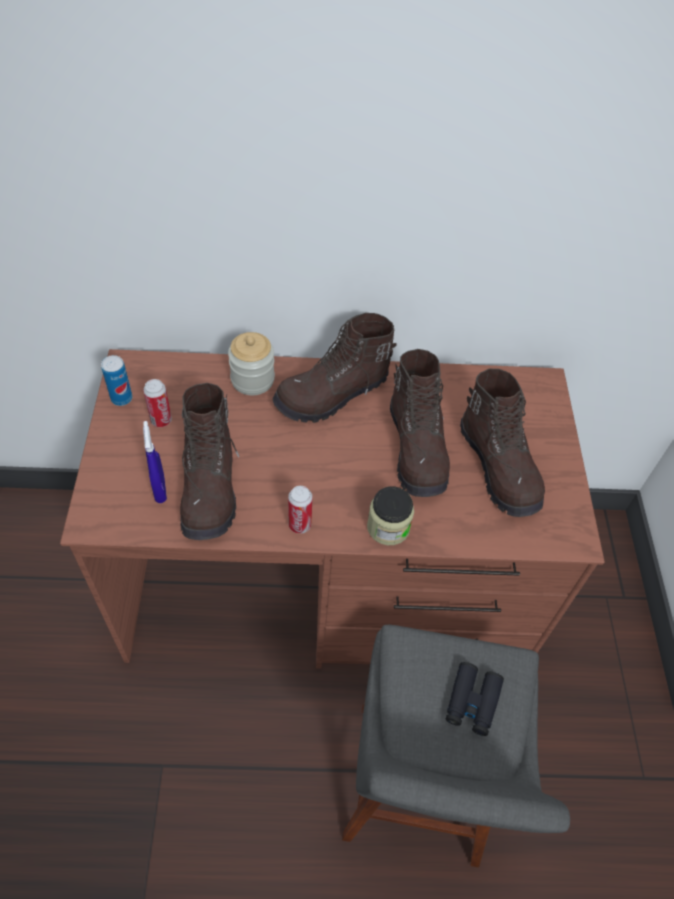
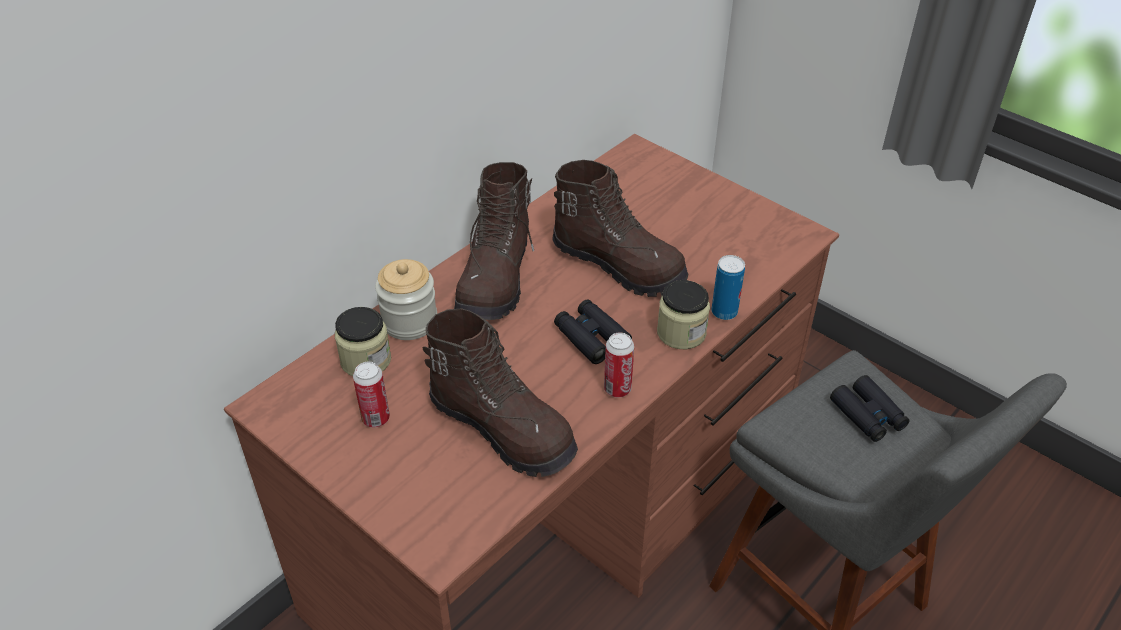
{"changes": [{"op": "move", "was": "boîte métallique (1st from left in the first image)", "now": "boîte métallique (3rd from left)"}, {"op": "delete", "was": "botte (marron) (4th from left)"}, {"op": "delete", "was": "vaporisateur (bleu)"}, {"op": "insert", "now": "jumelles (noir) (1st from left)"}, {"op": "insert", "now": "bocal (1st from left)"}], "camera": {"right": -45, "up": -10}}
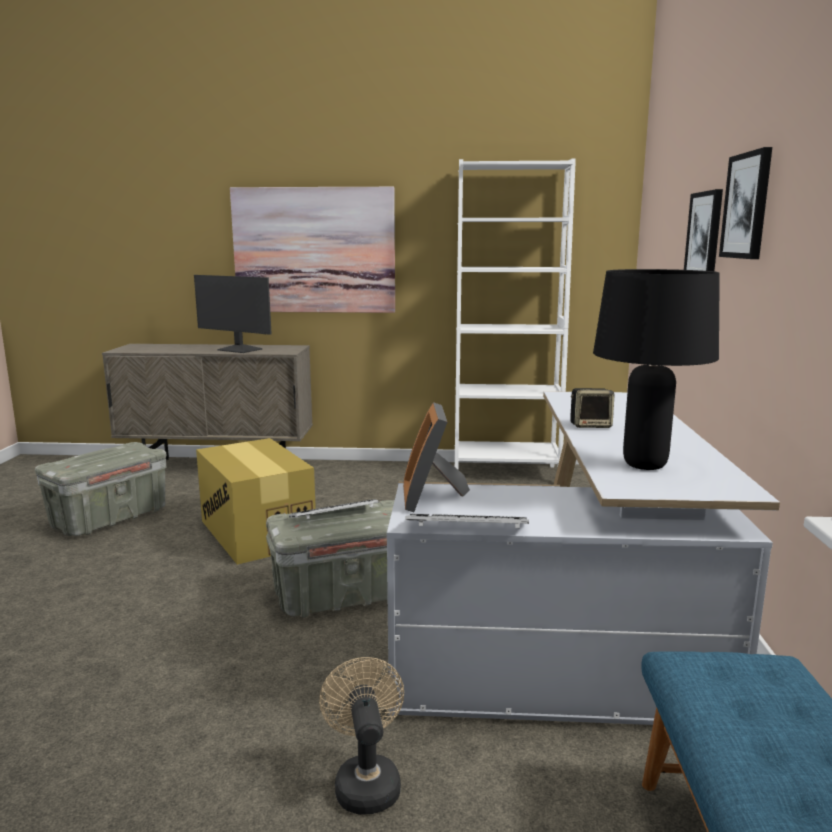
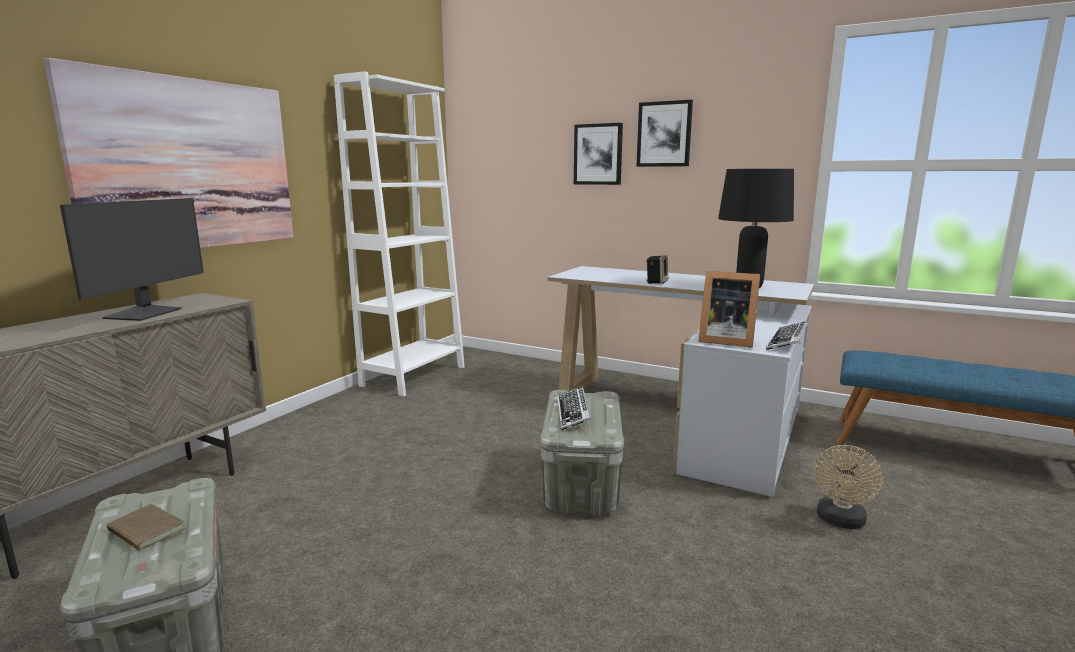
{"changes": [{"op": "rotate", "was": "écran d'ordinateur", "clockwise": -45}, {"op": "delete", "was": "carton"}, {"op": "rotate", "was": "ventilateur (beige)", "clockwise": -75}, {"op": "insert", "now": "livre (marron)"}], "camera": {"right": -65, "up": 0}}
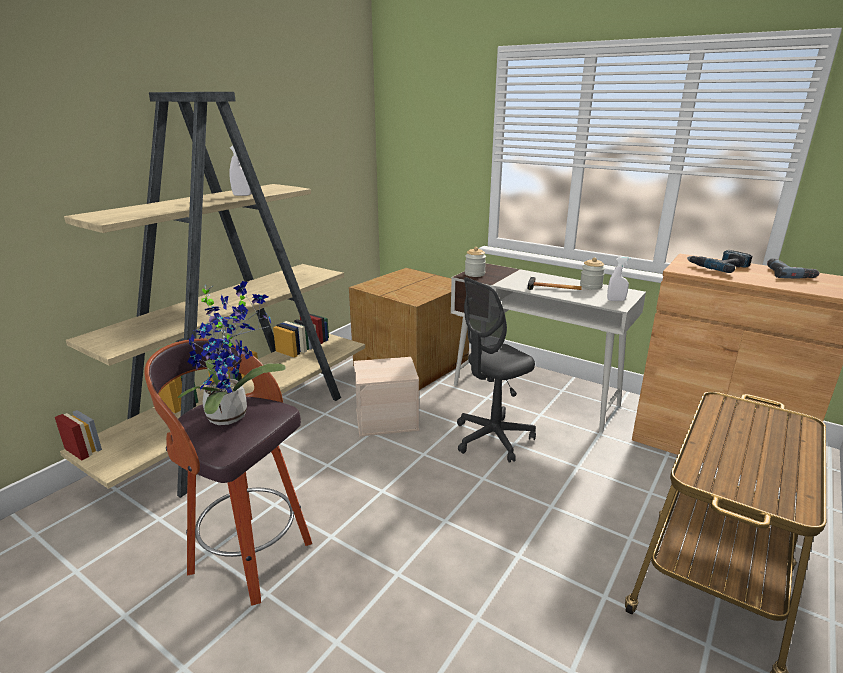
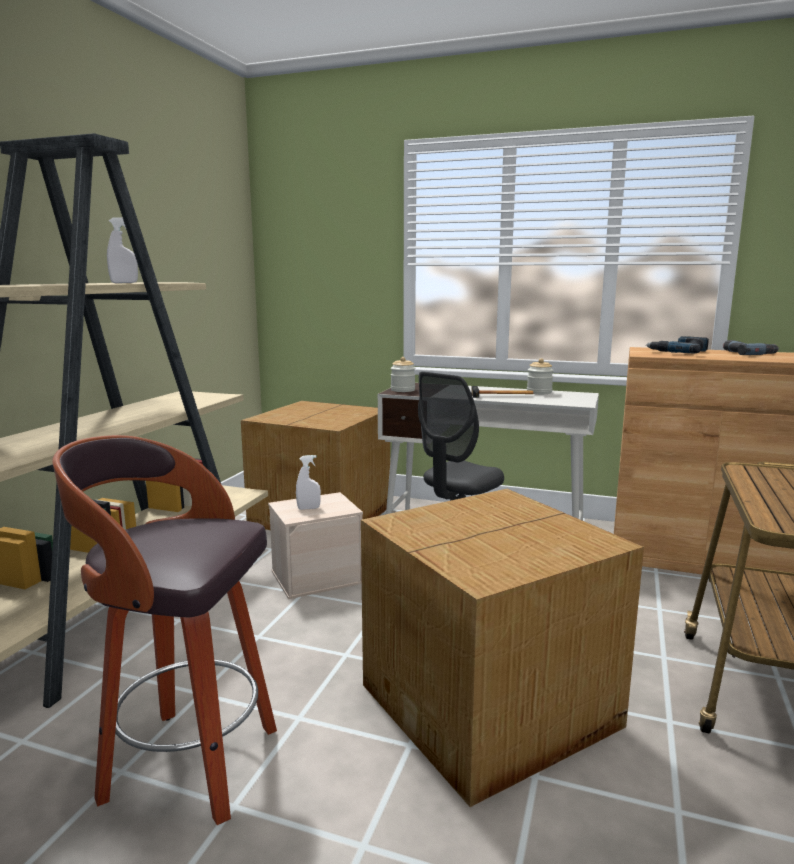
{"changes": [{"op": "move", "was": "vaporisateur (blanc) (2nd from left)"}, {"op": "delete", "was": "plante en pot"}, {"op": "insert", "now": "carton (2nd from left)"}], "camera": {"right": -15, "up": -10}}
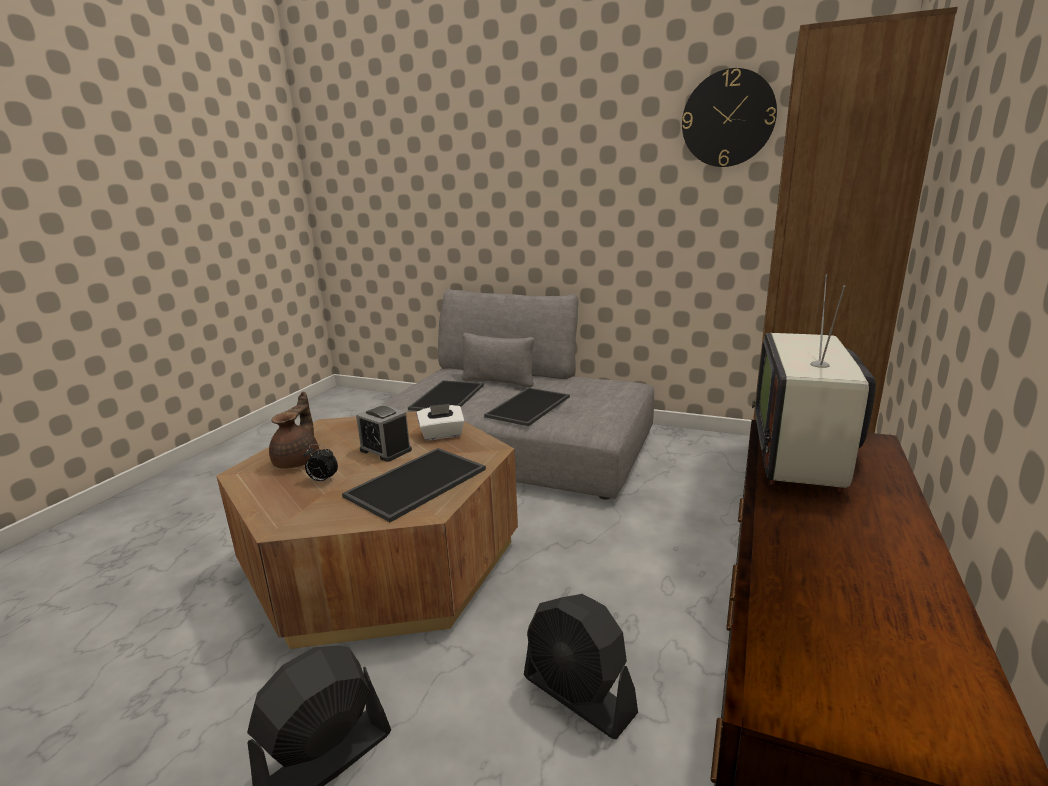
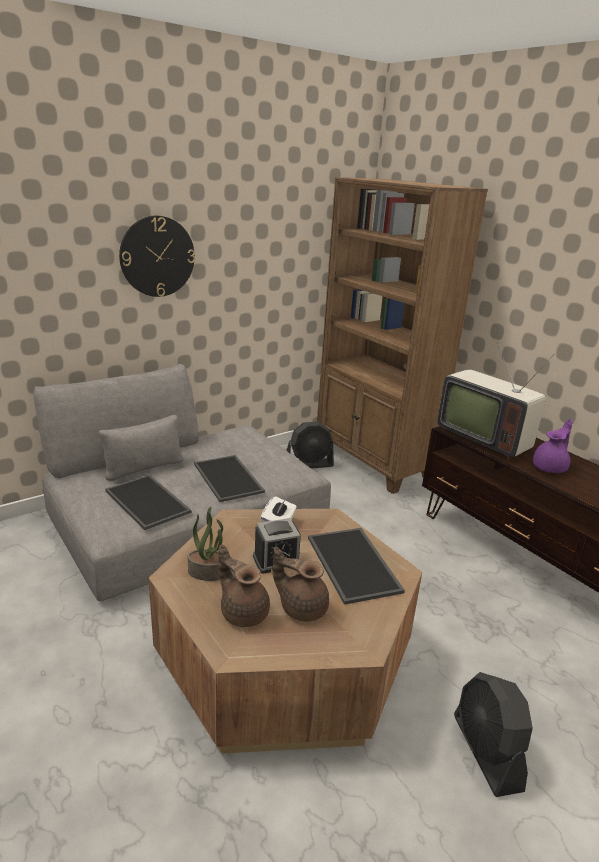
{"changes": [{"op": "move", "was": "horloge murale"}, {"op": "replace", "was": "réveil (1st from left)", "now": "théière (marron) (2nd from left)"}, {"op": "move", "was": "ventilateur (noir) (2nd from left in the first image)", "now": "ventilateur (noir) (1st from left)"}, {"op": "insert", "now": "théière (violet)"}, {"op": "insert", "now": "plante en pot"}], "camera": {"right": -60, "up": 5}}
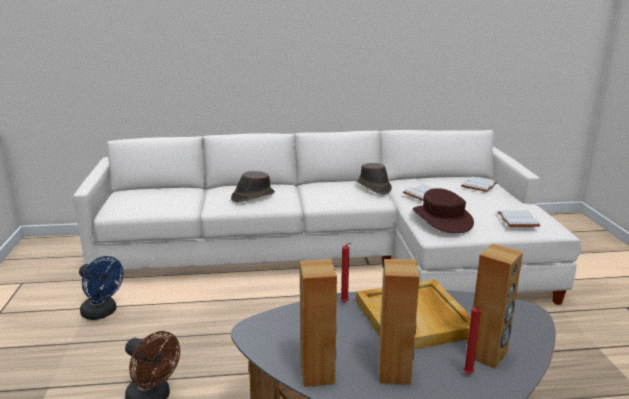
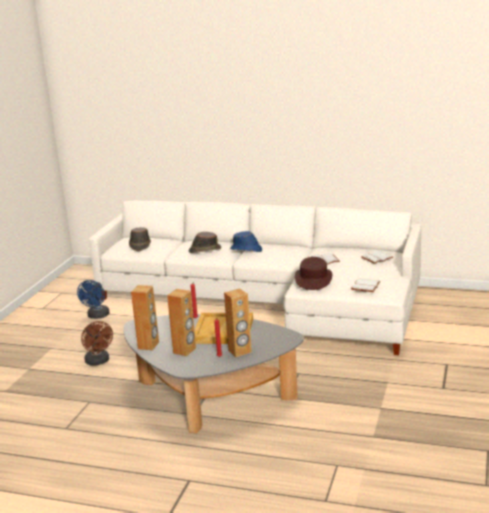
{"changes": [{"op": "move", "was": "chapeau (marron) (2nd from left in the first image)", "now": "chapeau (marron) (1st from left)"}, {"op": "rotate", "was": "ventilateur (bleu)", "clockwise": 45}, {"op": "insert", "now": "chapeau (bleu)"}], "camera": {"right": 25, "up": 0}}
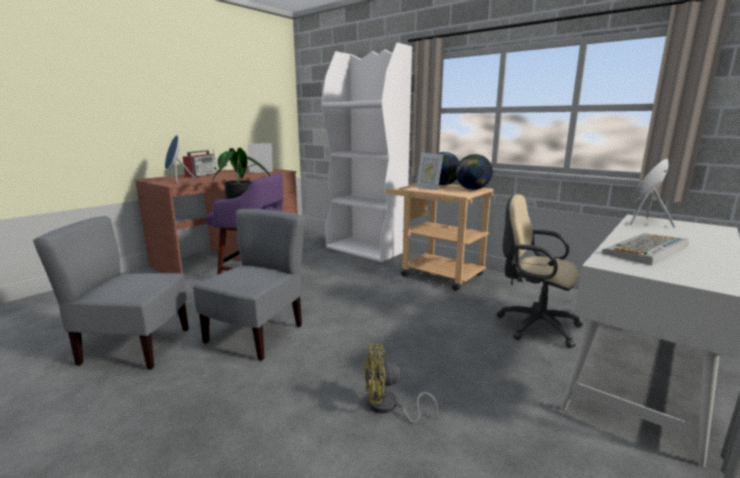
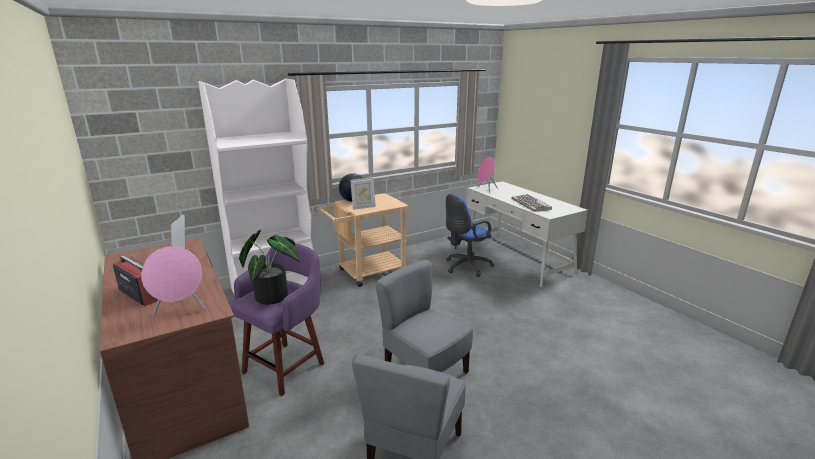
{"changes": [{"op": "recolor", "was": "enceinte (bleu)", "now": "enceinte (rose) (1st from left)"}, {"op": "delete", "was": "globe (2nd from left)"}, {"op": "recolor", "was": "chaise de bureau (beige)", "now": "chaise de bureau (bleu)"}, {"op": "delete", "was": "ventilateur (jaune)"}], "camera": {"right": -70, "up": 5}}
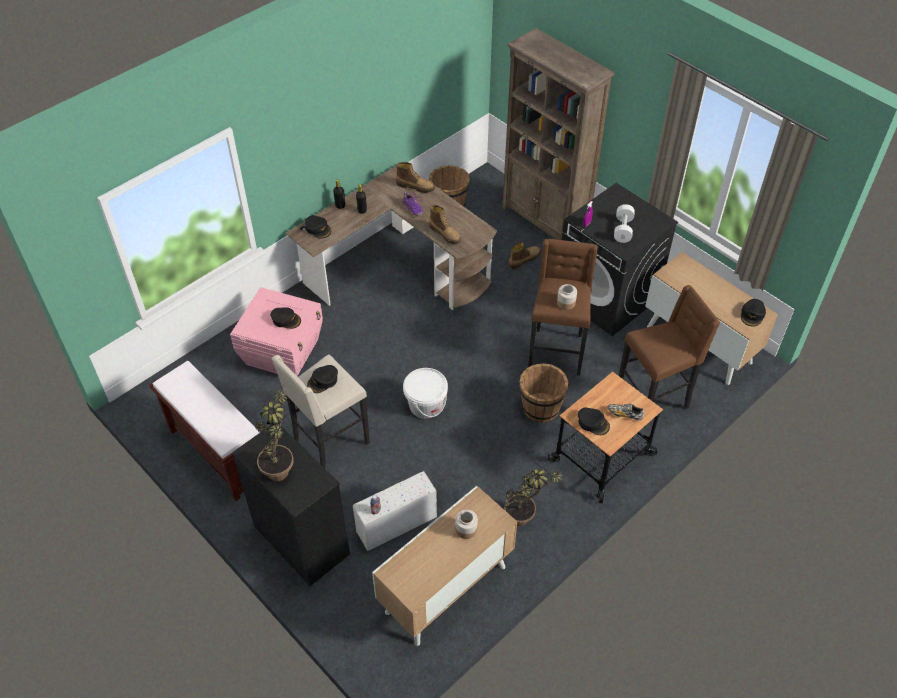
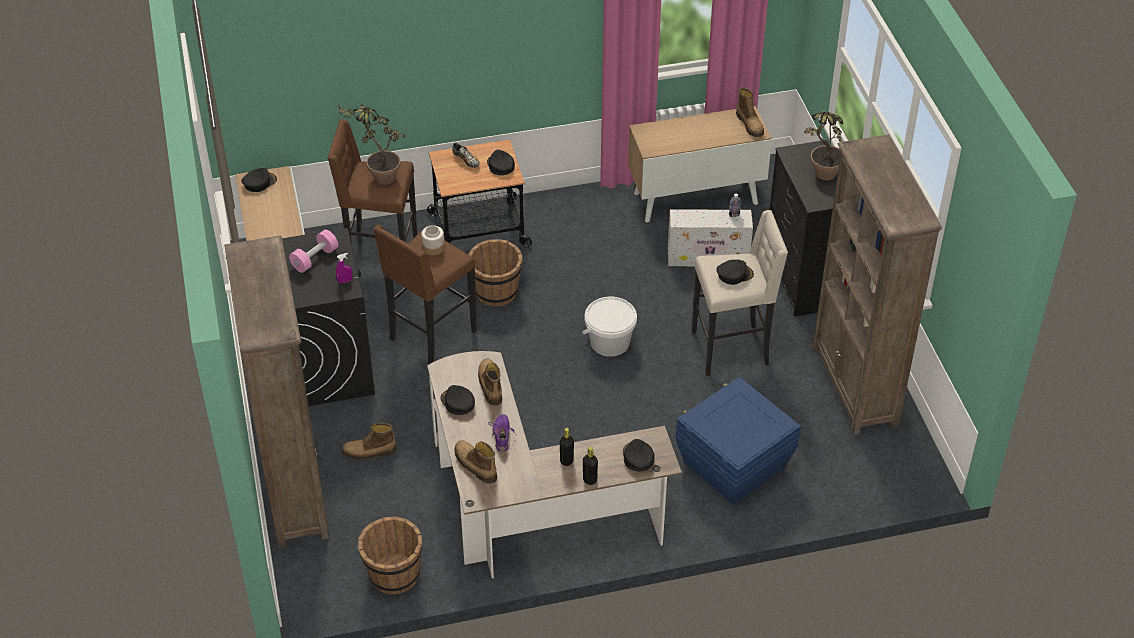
{"changes": [{"op": "recolor", "was": "haltère (blanc)", "now": "haltère (rose)"}, {"op": "recolor", "was": "boîte de rangement (rose)", "now": "boîte de rangement (bleu)"}, {"op": "move", "was": "casquette (noir) (1st from left in the first image)", "now": "casquette (noir) (2nd from left)"}, {"op": "replace", "was": "banc (marron)", "now": "bibliothèque (marron) (2nd from left)"}, {"op": "move", "was": "plante en pot (2nd from left in the first image)", "now": "plante en pot (1st from left)"}, {"op": "delete", "was": "bocal (1st from left)"}, {"op": "insert", "now": "botte (4th from left)"}], "camera": {"right": -150, "up": -5}}
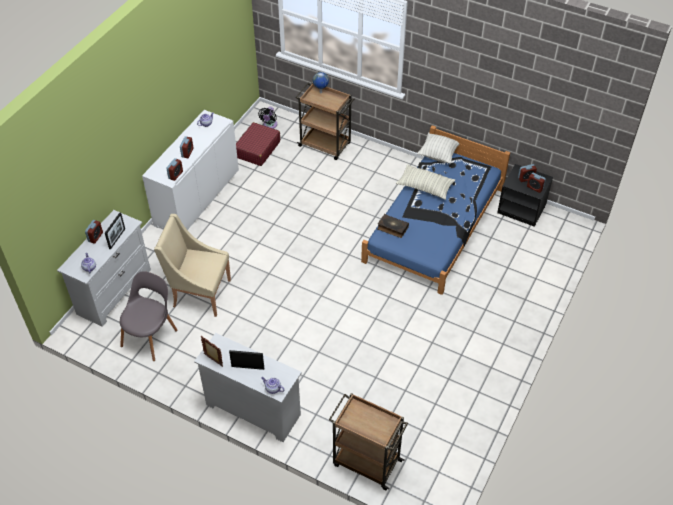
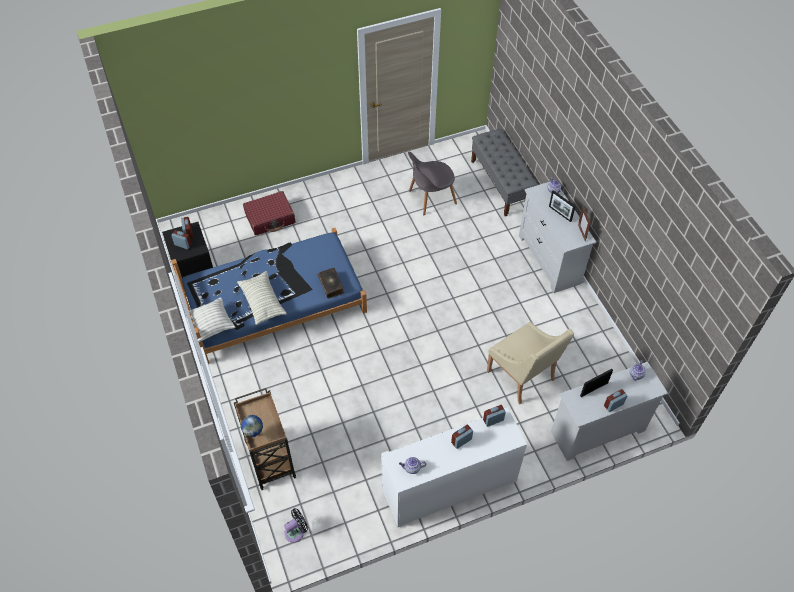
{"changes": [{"op": "move", "was": "valise (rouge)"}, {"op": "move", "was": "chaise (gris)"}, {"op": "replace", "was": "chariot (marron) (2nd from left)", "now": "banc (gris)"}], "camera": {"right": -140, "up": 5}}
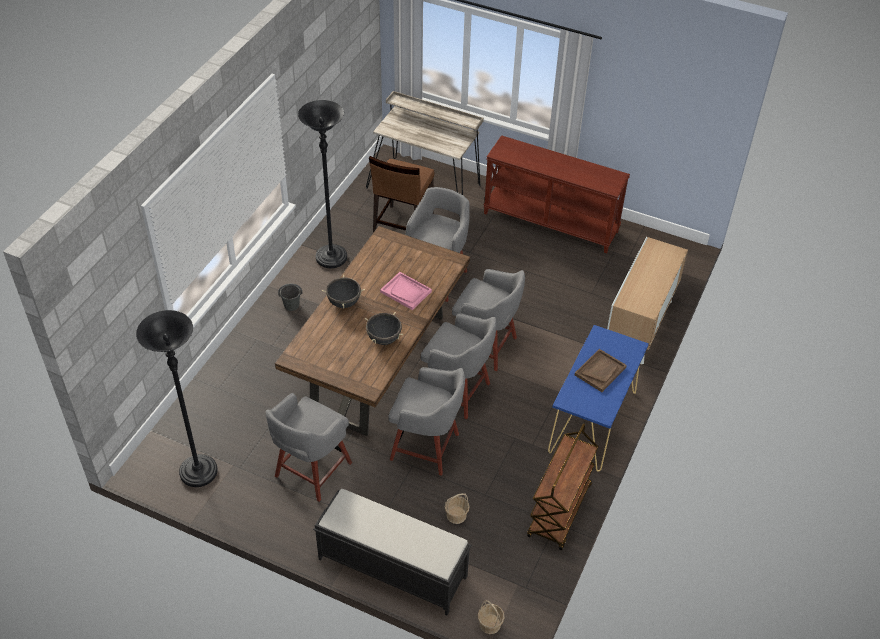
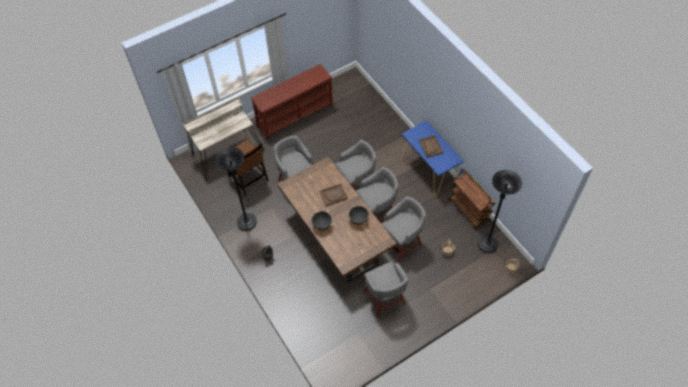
{"changes": [{"op": "delete", "was": "meuble de rangement"}, {"op": "recolor", "was": "plateau (rose)", "now": "plateau (marron) (1st from left)"}, {"op": "move", "was": "lampadaire (noir) (1st from left in the first image)", "now": "lampadaire (noir) (2nd from left)"}, {"op": "delete", "was": "banc (noir)"}], "camera": {"right": -55, "up": 10}}
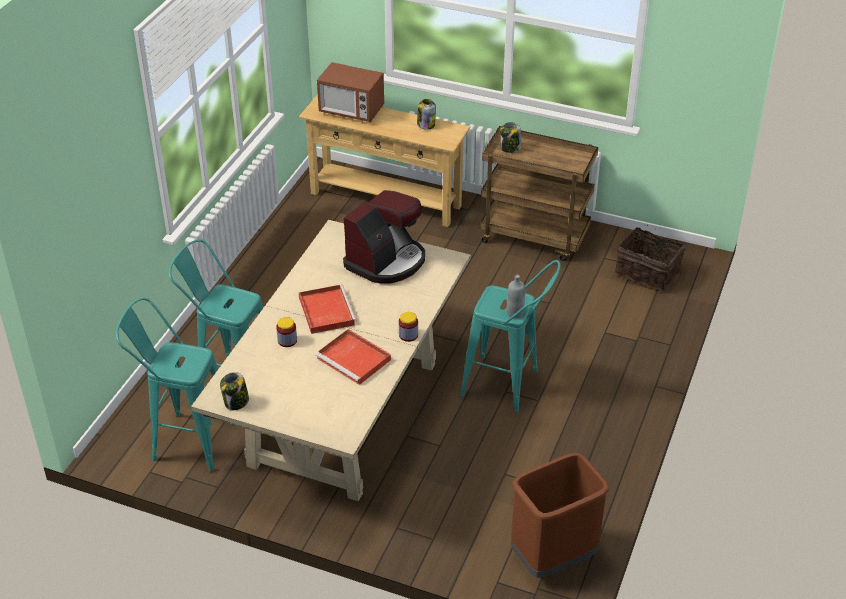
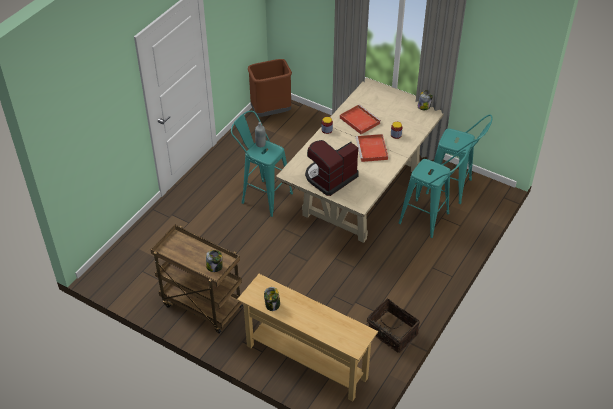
{"changes": [{"op": "delete", "was": "micro-ondes"}, {"op": "move", "was": "panier"}], "camera": {"right": -170, "up": 5}}
